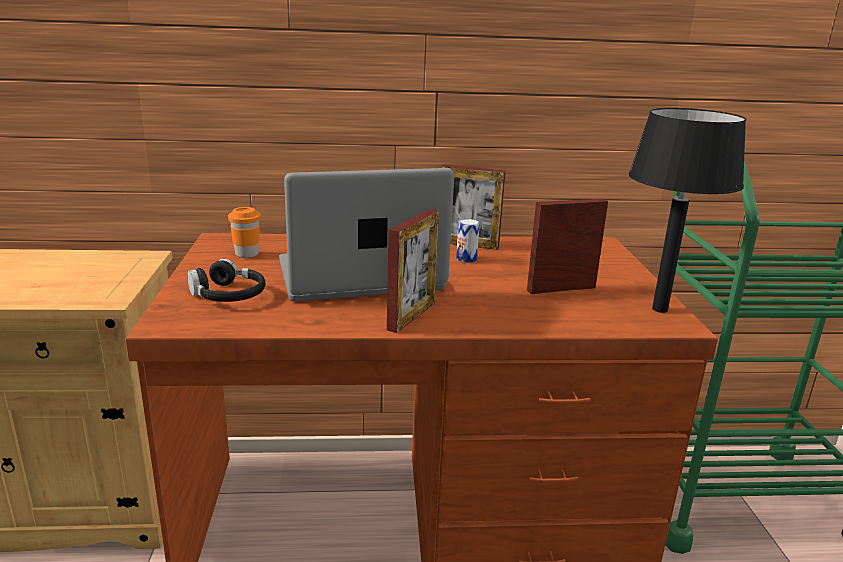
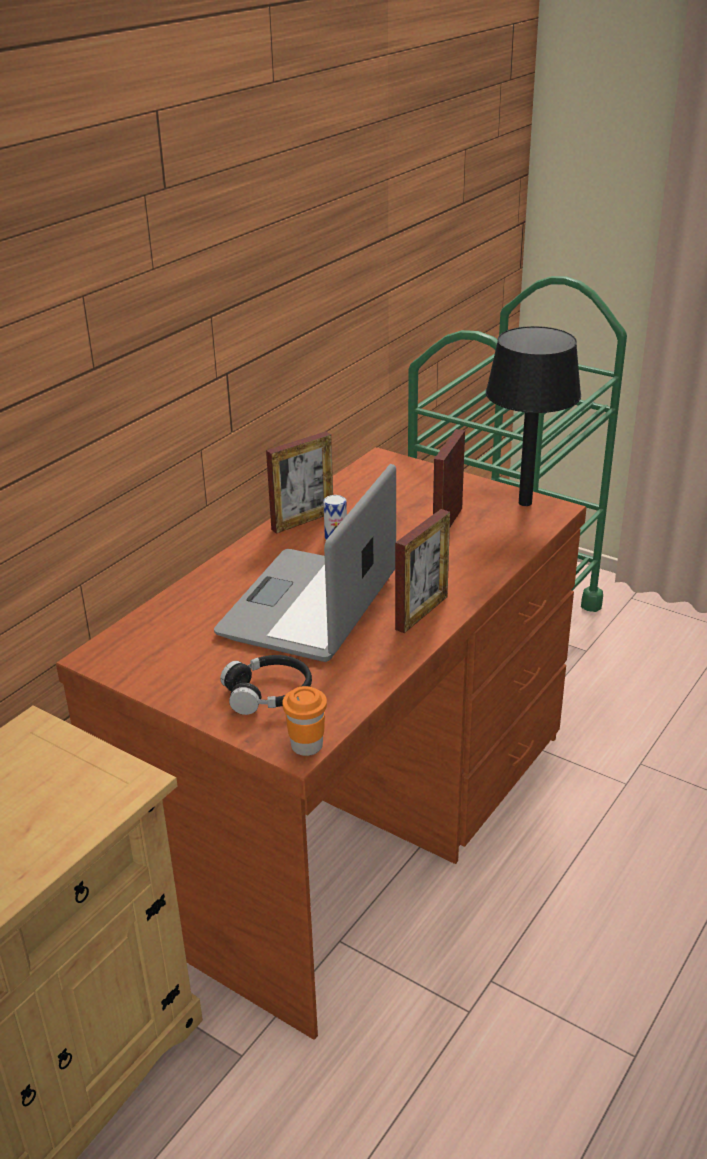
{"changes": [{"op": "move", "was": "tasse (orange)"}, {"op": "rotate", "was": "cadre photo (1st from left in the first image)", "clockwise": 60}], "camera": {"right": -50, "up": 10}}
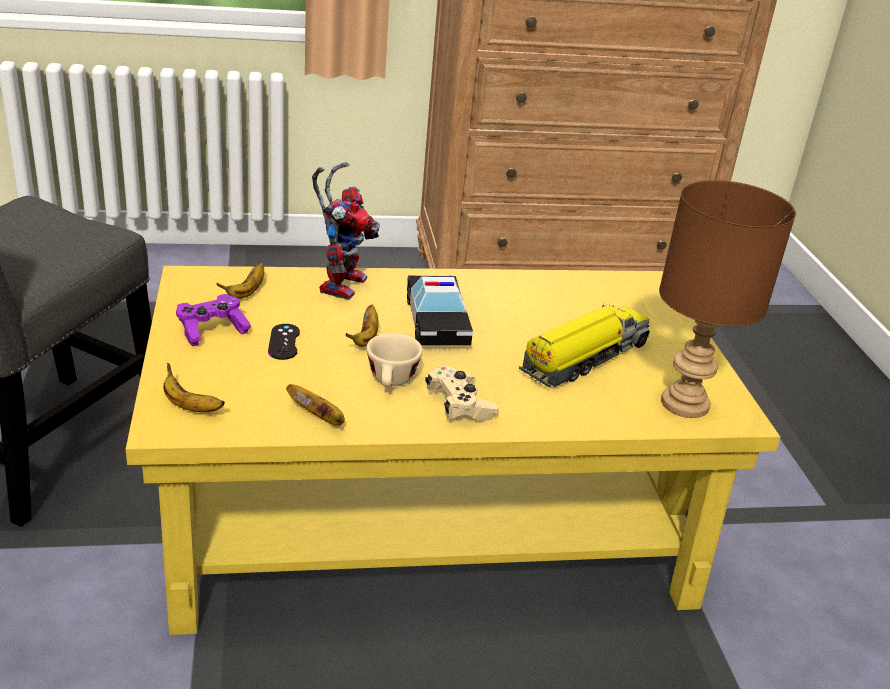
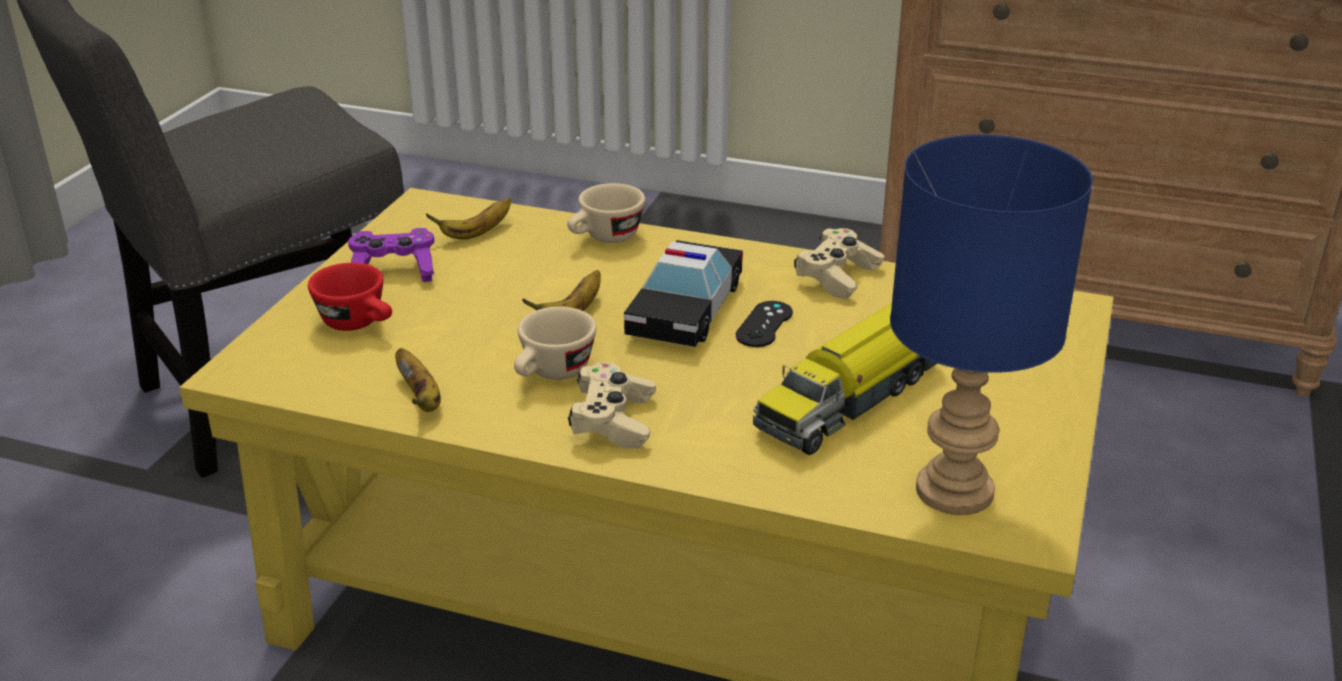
{"changes": [{"op": "replace", "was": "robot jouet", "now": "tasse (beige) (2nd from left)"}, {"op": "recolor", "was": "lampe de table (marron)", "now": "lampe de table (bleu)"}, {"op": "rotate", "was": "camion jouet", "clockwise": 150}, {"op": "move", "was": "manette (noir)"}, {"op": "delete", "was": "banane (1st from left)"}, {"op": "insert", "now": "manette (beige) (2nd from left)"}, {"op": "insert", "now": "tasse (rouge)"}], "camera": {"right": 30, "up": 0}}
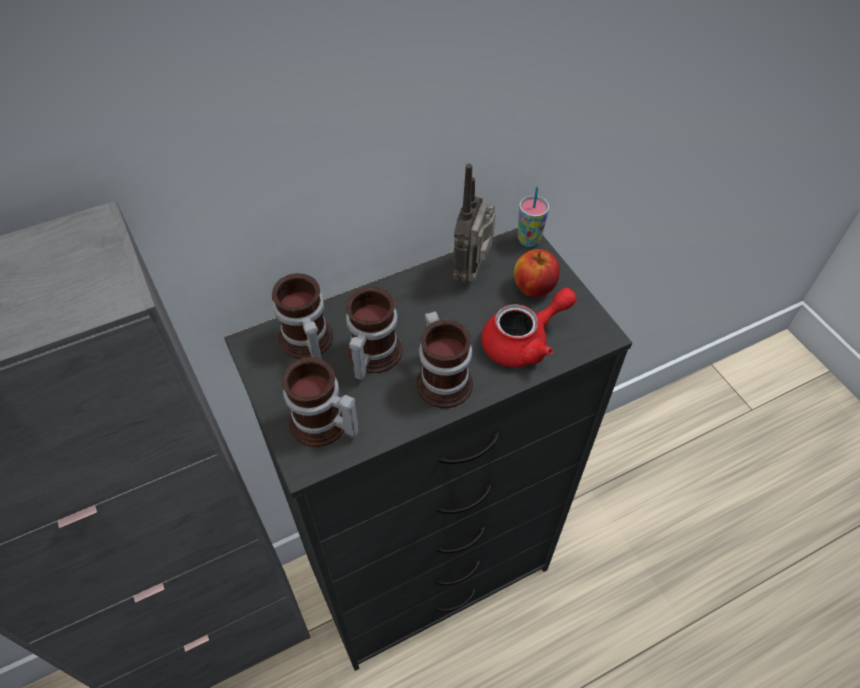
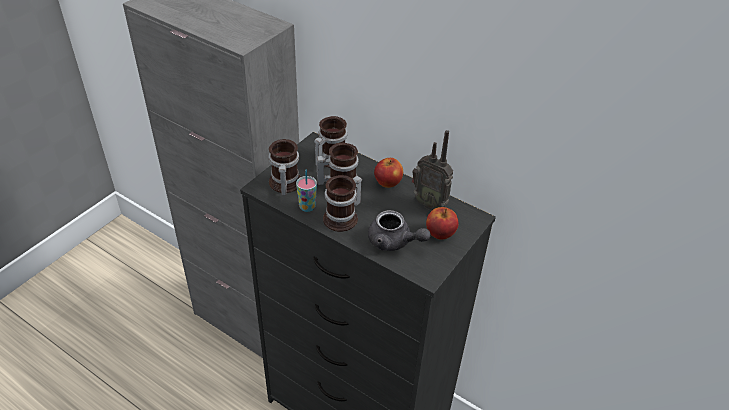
{"changes": [{"op": "rotate", "was": "radio", "clockwise": -135}, {"op": "move", "was": "tasse"}, {"op": "recolor", "was": "théière (rouge)", "now": "théière (gris)"}, {"op": "insert", "now": "pomme (1st from left)"}], "camera": {"right": 60, "up": -10}}
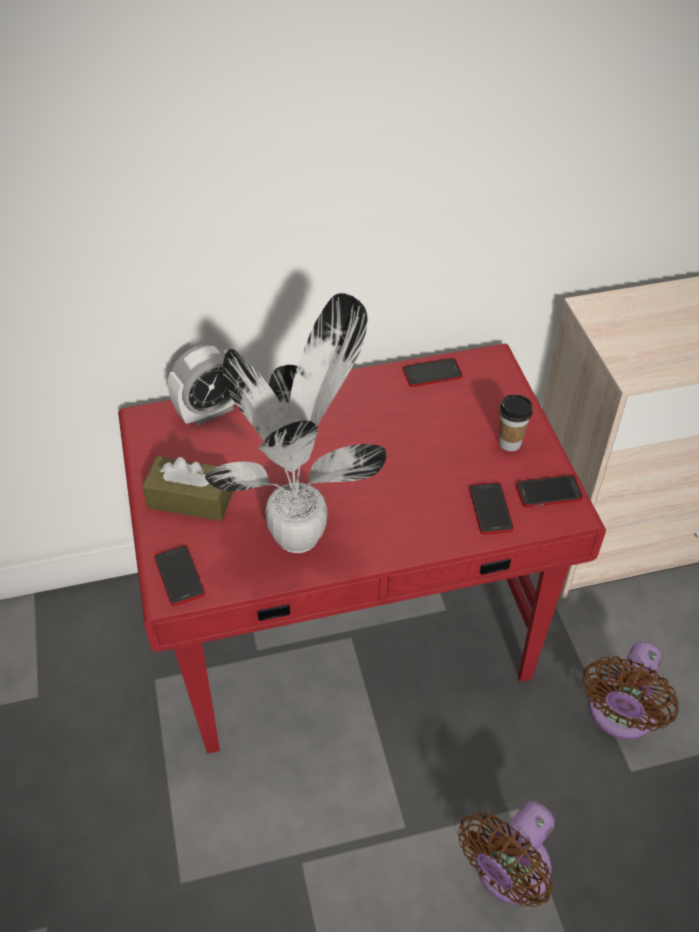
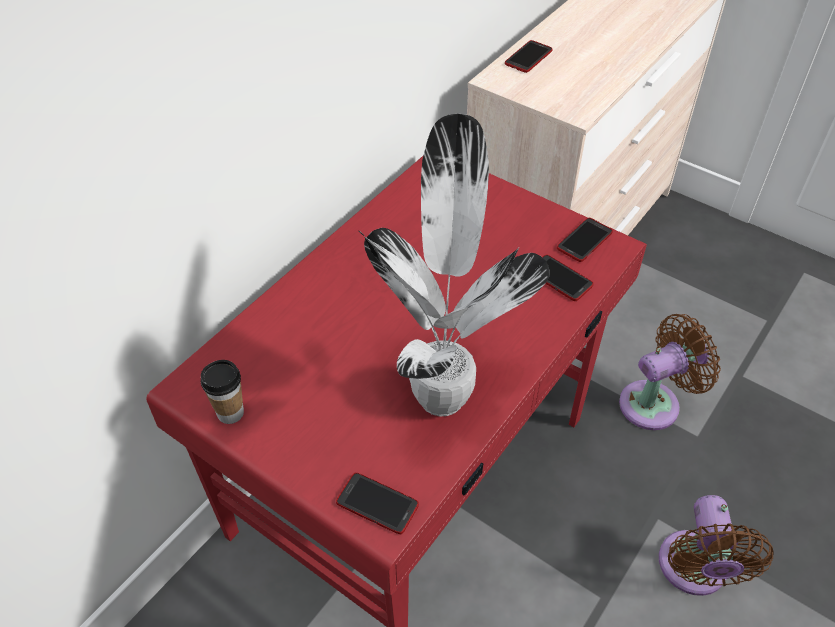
{"changes": [{"op": "delete", "was": "réveil"}, {"op": "move", "was": "téléphone (2nd from left)"}, {"op": "move", "was": "tasse"}, {"op": "delete", "was": "boîte à mouchoirs (marron)"}, {"op": "rotate", "was": "ventilateur (marron) (2nd from left in the first image)", "clockwise": -105}], "camera": {"right": -40, "up": 0}}
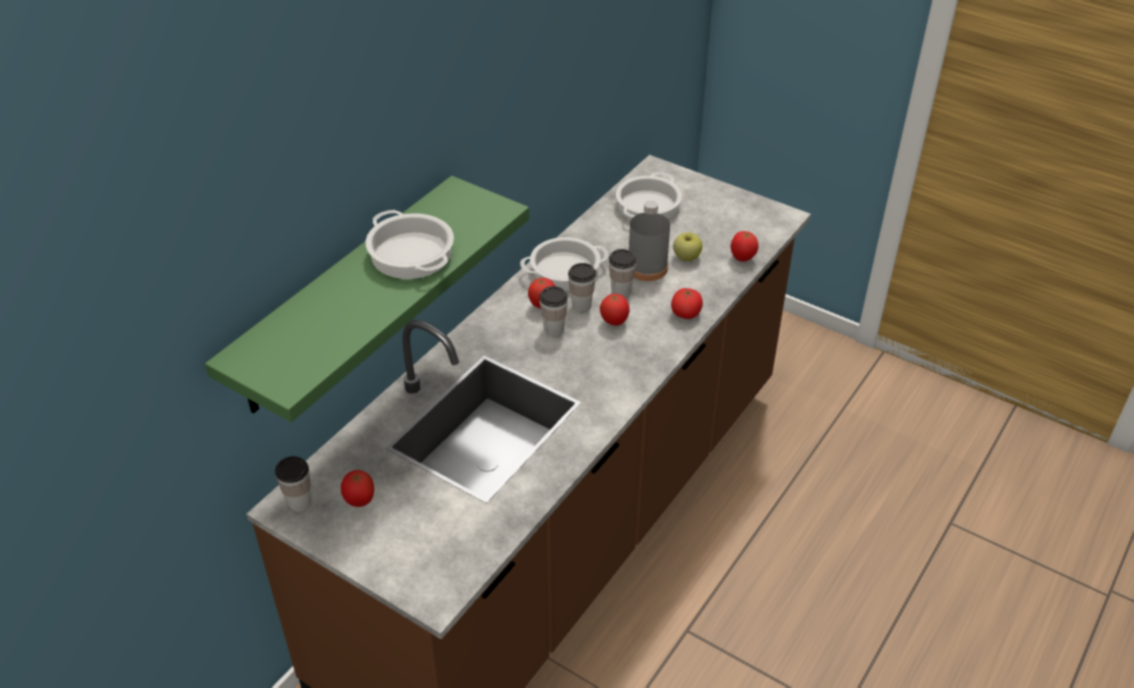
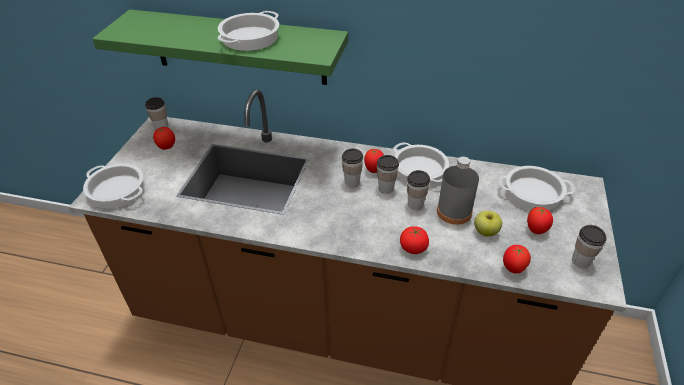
{"changes": [{"op": "move", "was": "tomate (3rd from left in the first image)", "now": "tomate (5th from left)"}, {"op": "insert", "now": "marmite (1st from left)"}, {"op": "insert", "now": "tasse (5th from left)"}], "camera": {"right": 70, "up": 0}}
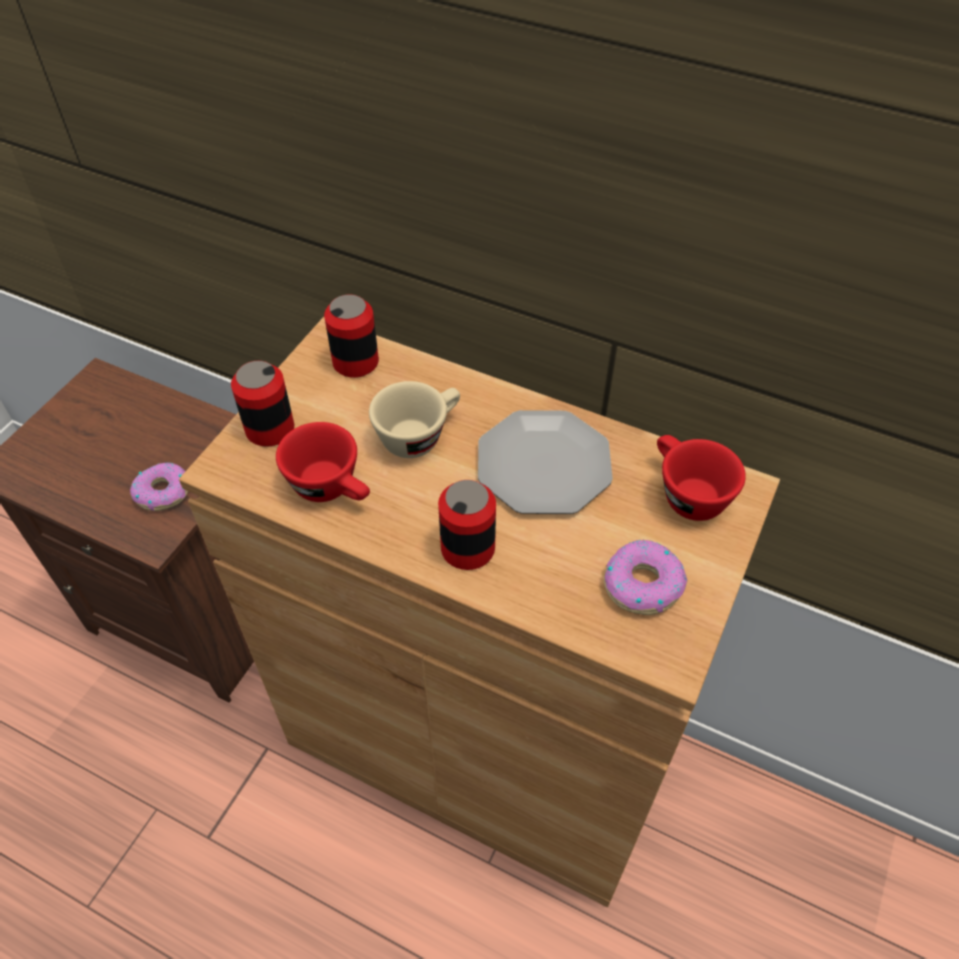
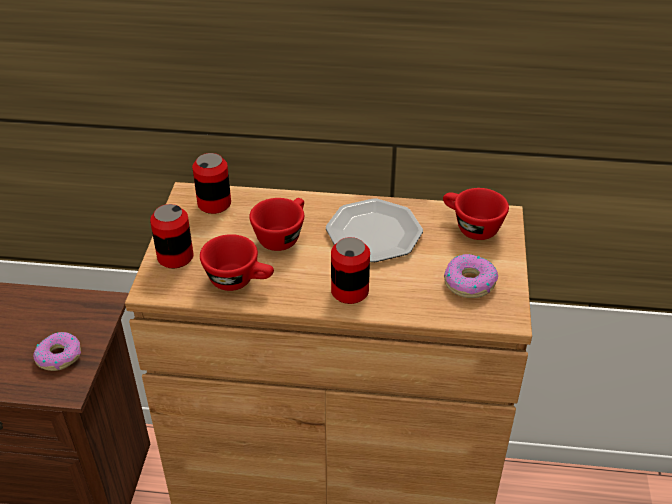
{"changes": [{"op": "recolor", "was": "tasse (beige)", "now": "tasse (rouge) (2nd from left)"}], "camera": {"right": -20, "up": -10}}
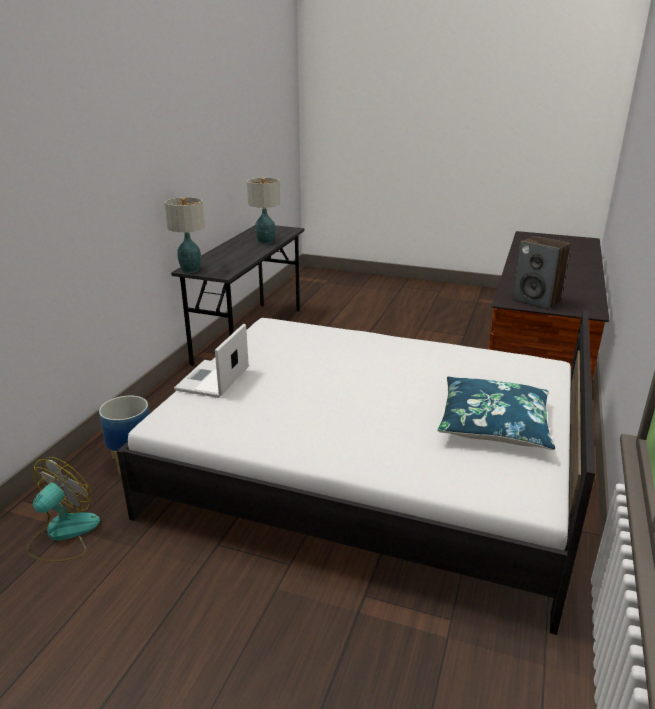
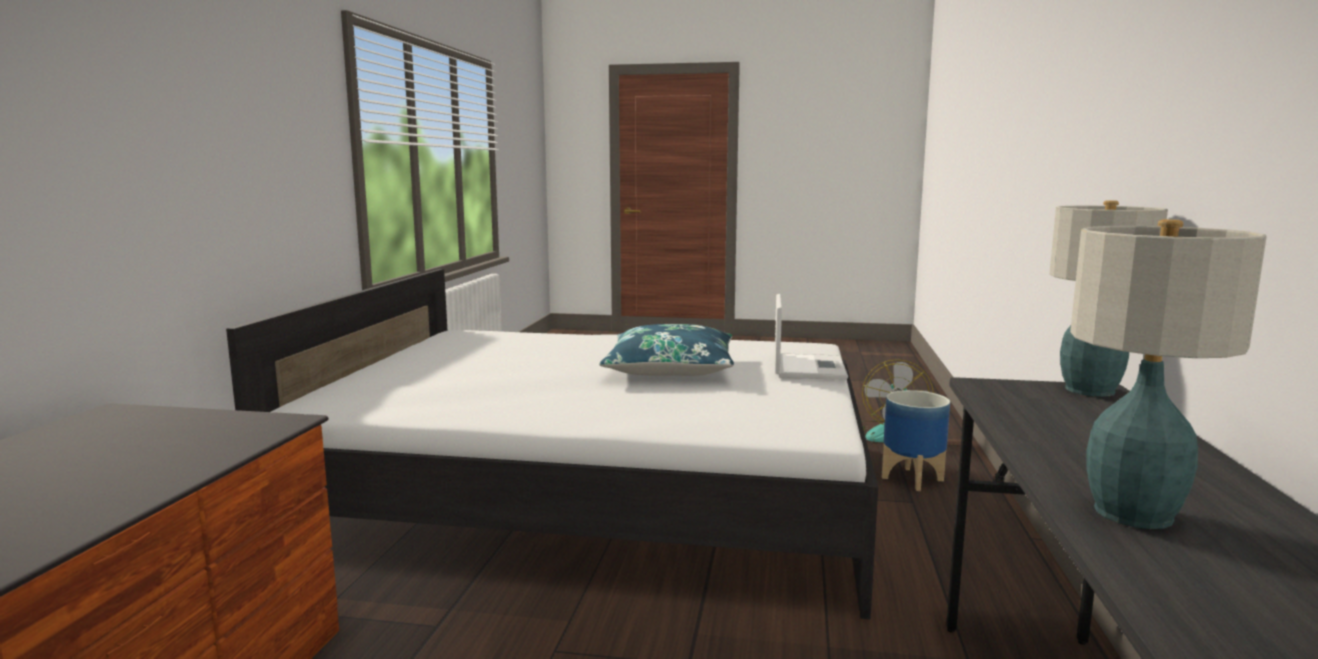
{"changes": [{"op": "delete", "was": "enceinte"}, {"op": "move", "was": "coussin (bleu)"}], "camera": {"right": 170, "up": -15}}
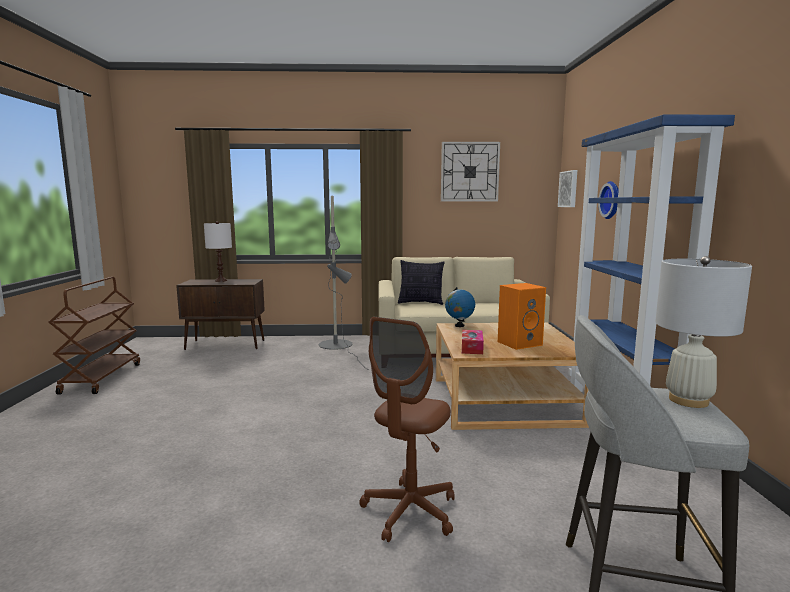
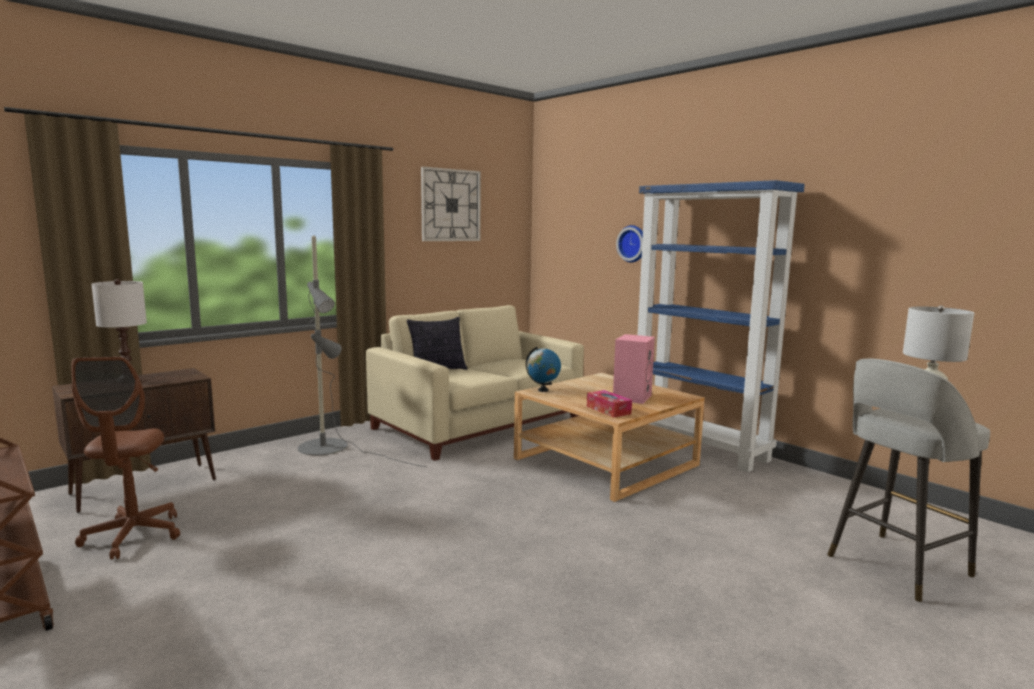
{"changes": [{"op": "delete", "was": "tableau"}, {"op": "recolor", "was": "enceinte (orange)", "now": "enceinte (rose)"}, {"op": "move", "was": "chaise de bureau (marron)"}], "camera": {"right": -40, "up": 0}}
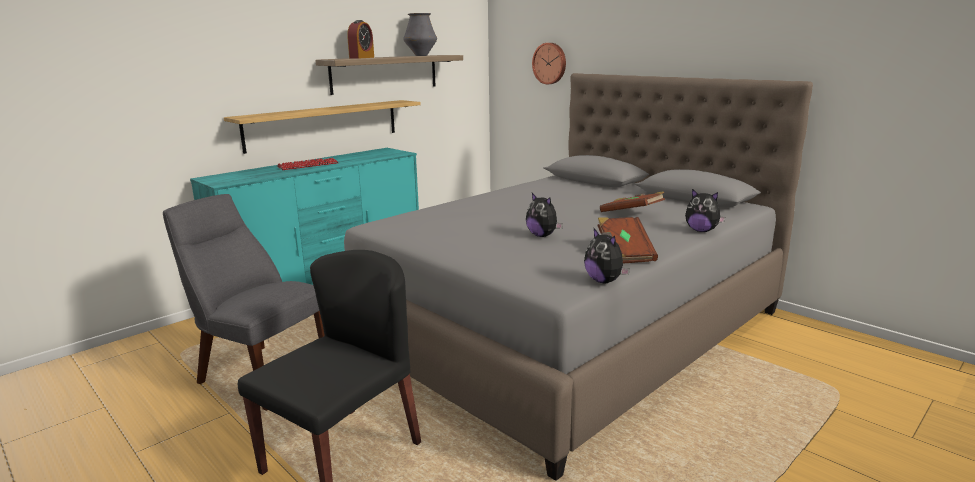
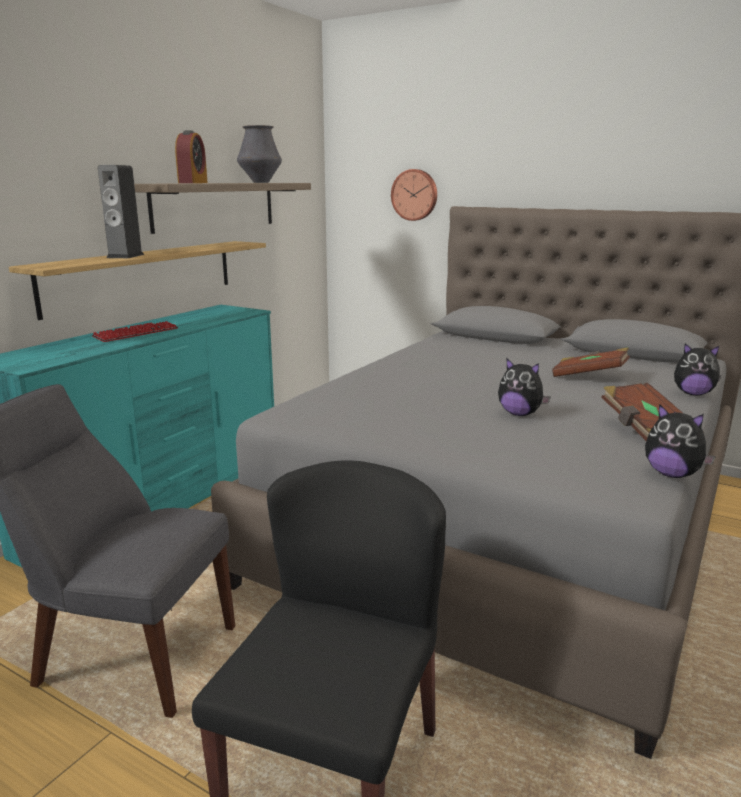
{"changes": [{"op": "insert", "now": "enceinte"}], "camera": {"right": -15, "up": 0}}
